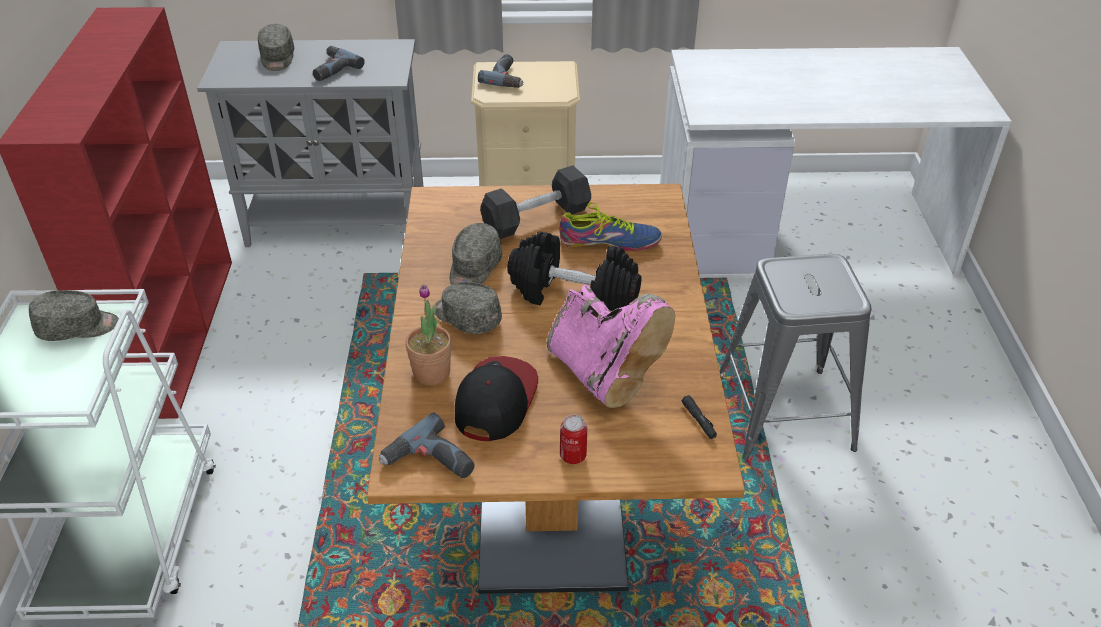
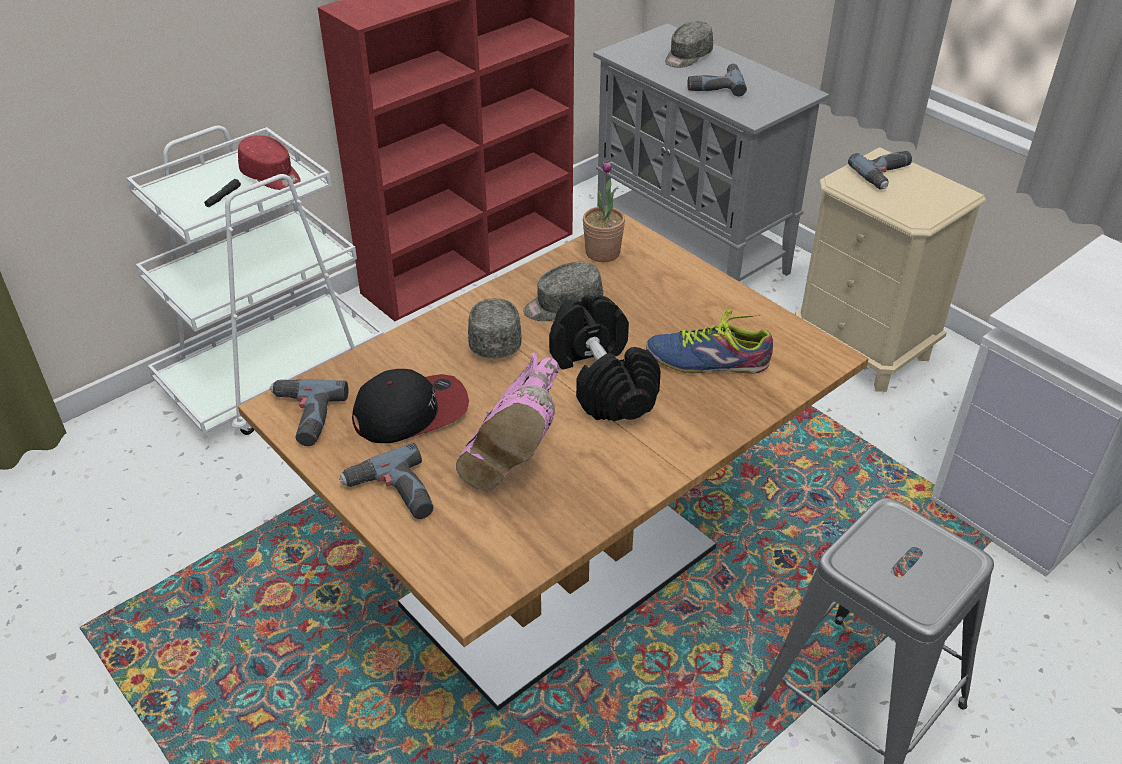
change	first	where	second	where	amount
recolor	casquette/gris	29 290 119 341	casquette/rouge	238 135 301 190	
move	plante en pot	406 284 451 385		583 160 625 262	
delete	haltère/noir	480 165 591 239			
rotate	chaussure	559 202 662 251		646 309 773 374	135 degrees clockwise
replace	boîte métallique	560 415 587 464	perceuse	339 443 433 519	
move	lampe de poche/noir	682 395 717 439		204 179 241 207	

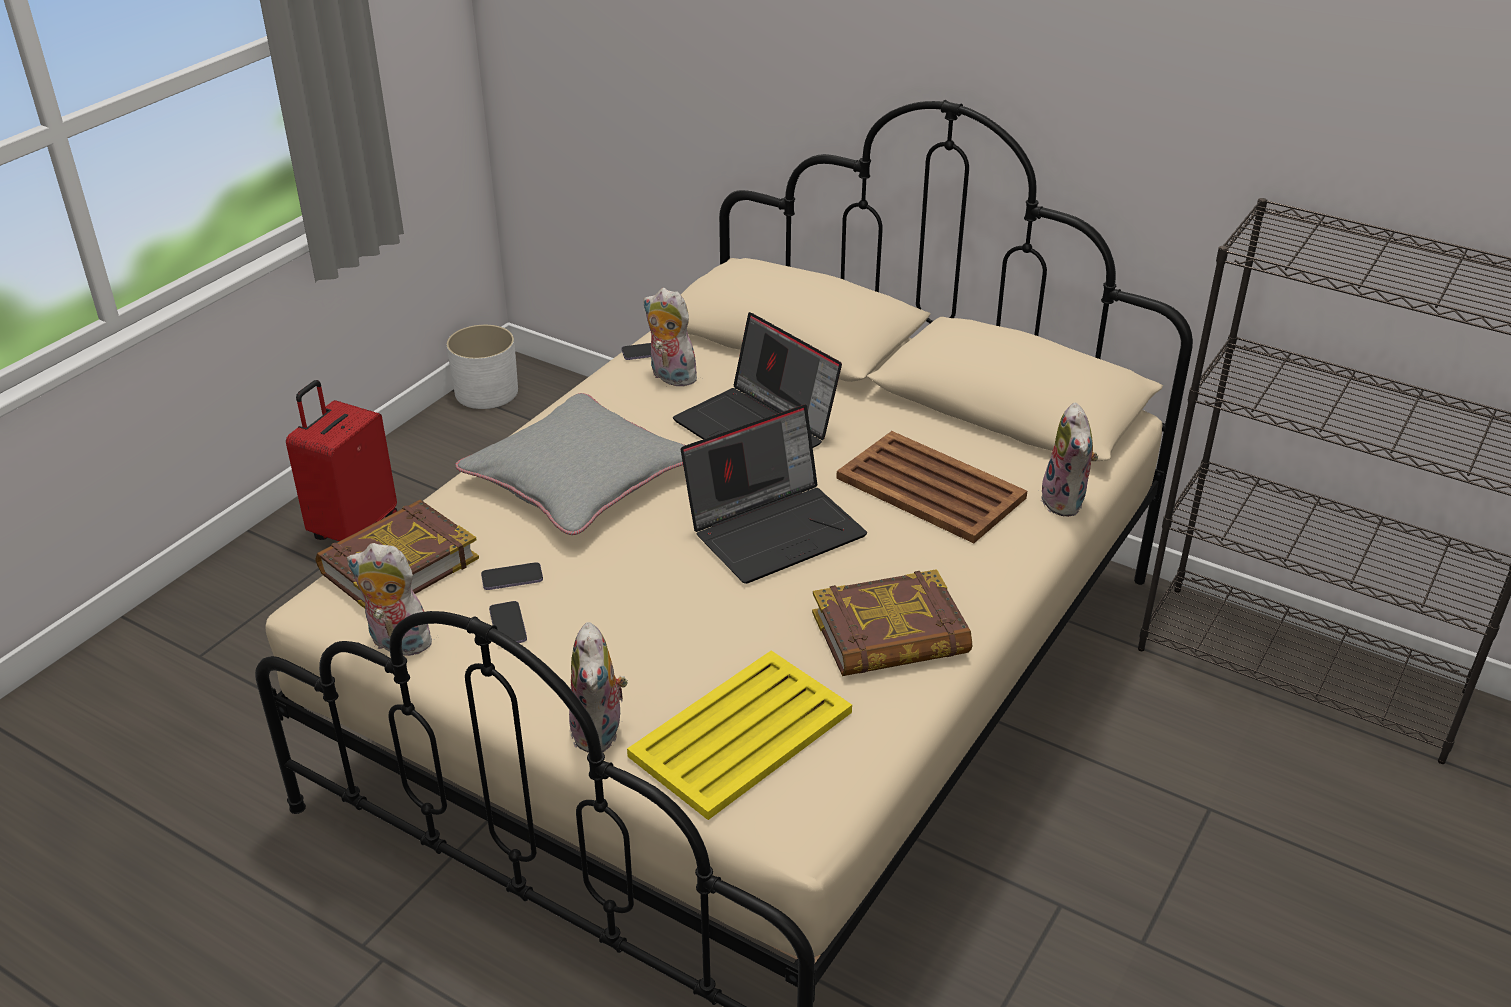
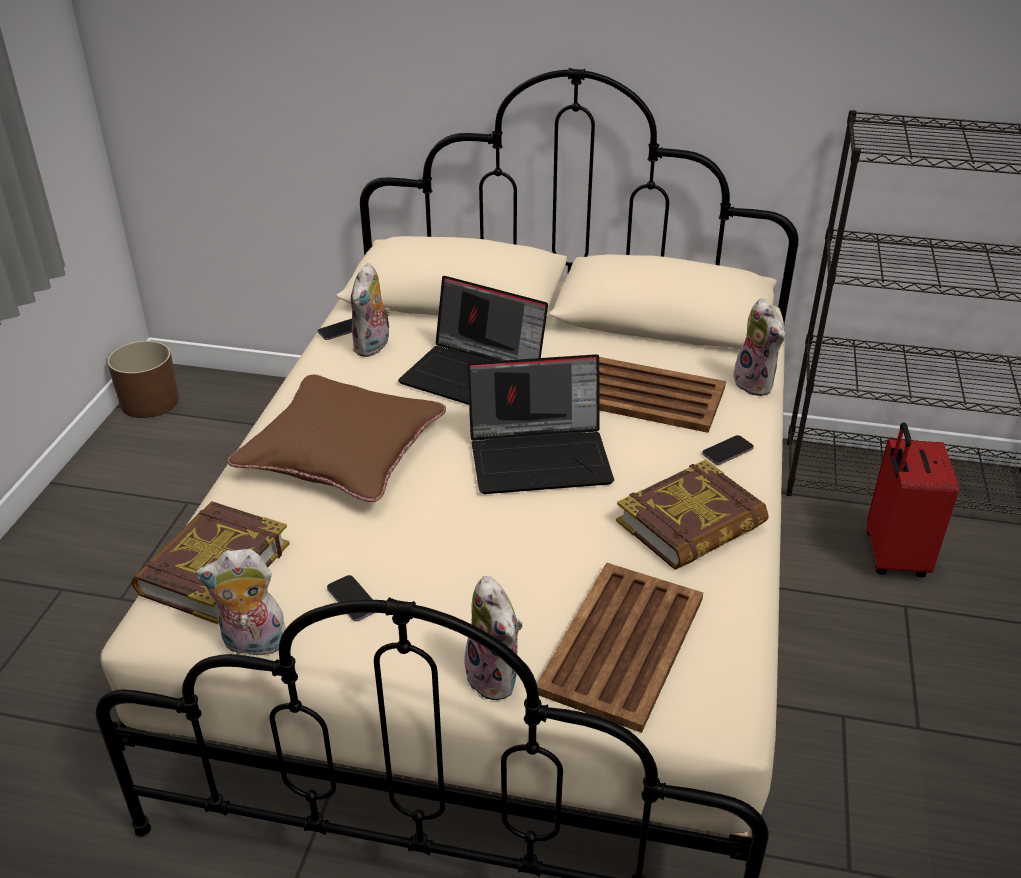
change	first	where	second	where	amount
move	valise/rouge	286 380 397 541		867 422 959 578	
recolor	cache-pot/blanc	447 325 518 409	cache-pot/marron	107 341 179 418	
recolor	coussin/gris	455 393 685 535	coussin/marron	227 374 446 502	
move	téléphone	481 562 543 590		702 435 754 465	
recolor	plateau/jaune	627 650 852 820	plateau/marron	537 562 703 733	
rotate	peluche	644 288 699 387		351 263 391 357	90 degrees counterclockwise
rotate	ordinateur portable	681 405 867 584		467 354 614 494	45 degrees clockwise

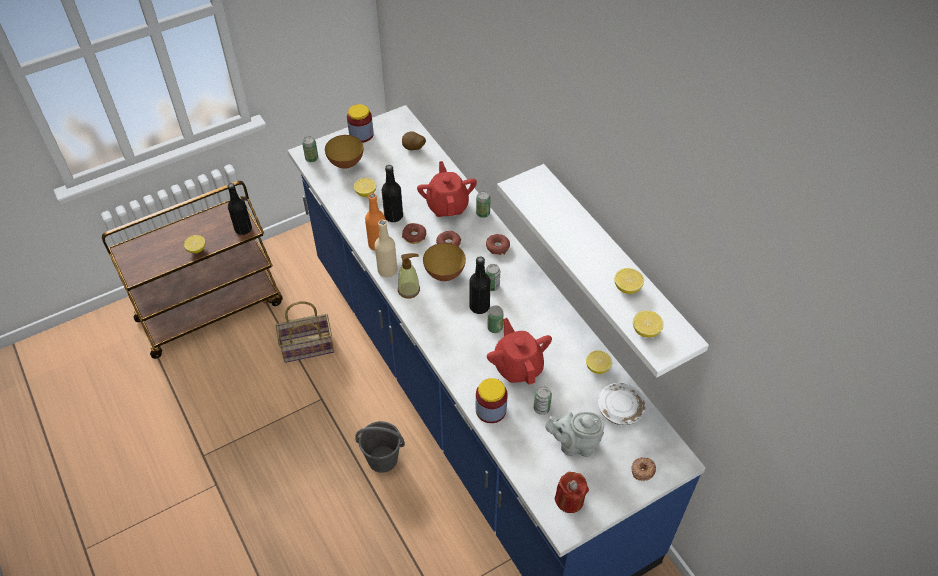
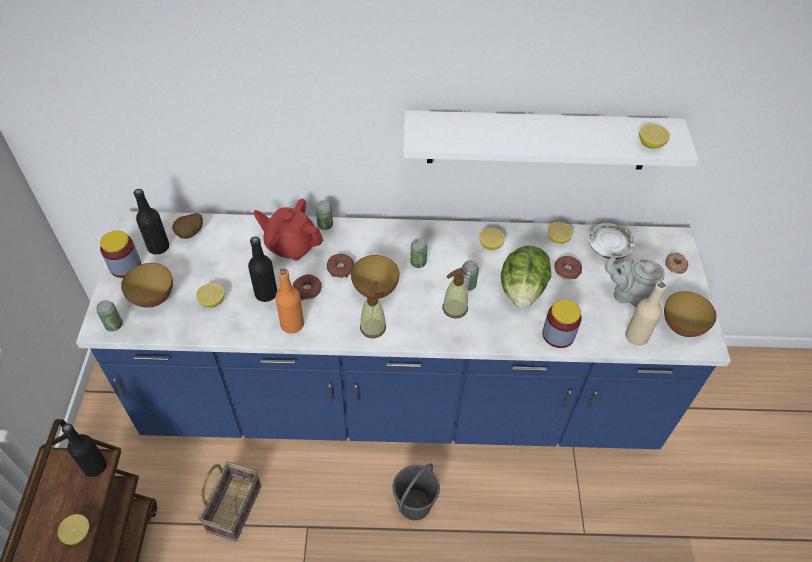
change	first	where	second	where	amount
move	bouteille/beige	375 220 397 277		625 282 666 346	
move	bouteille/noir	469 257 491 314		134 189 169 255	
move	beignet	486 234 510 255		554 256 582 279	
replace	théière/rouge	487 318 552 385	laitue	501 246 551 308	
delete	boîte métallique	534 386 552 415			
rotate	théière/gris	545 412 604 457		605 256 665 307	75 degrees clockwise
replace	bougie/rouge	554 472 589 513	bol	664 291 716 337	
move	citron	615 268 644 294		479 228 505 250	
insert			distributeur de savon	442 268 468 319	

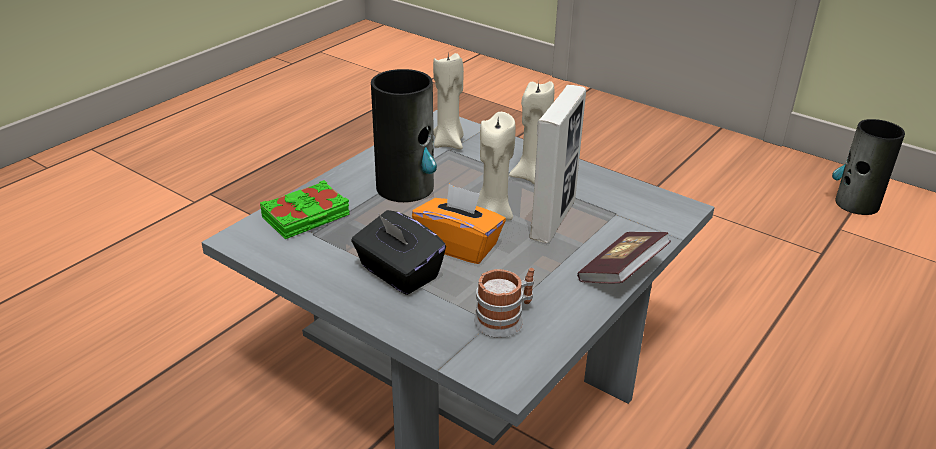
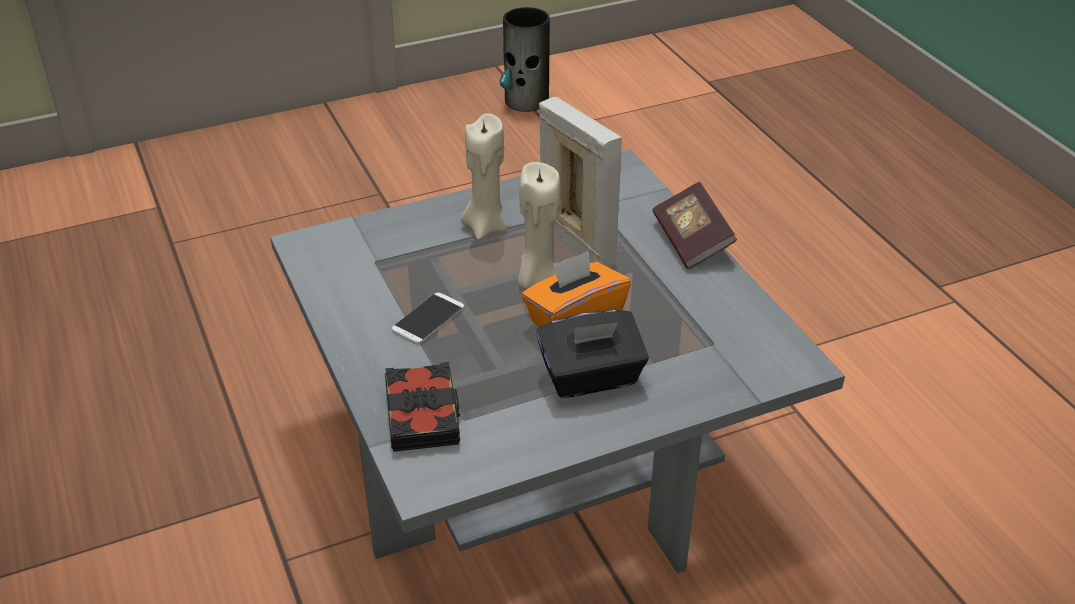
change	first	where	second	where	amount
recolor	livre/vert	260 180 350 239	livre/noir	385 362 460 452	
replace	vase	371 69 437 202	téléphone	392 292 464 344	
delete	bougie/beige	433 53 464 149			
delete	mug	474 268 534 338			

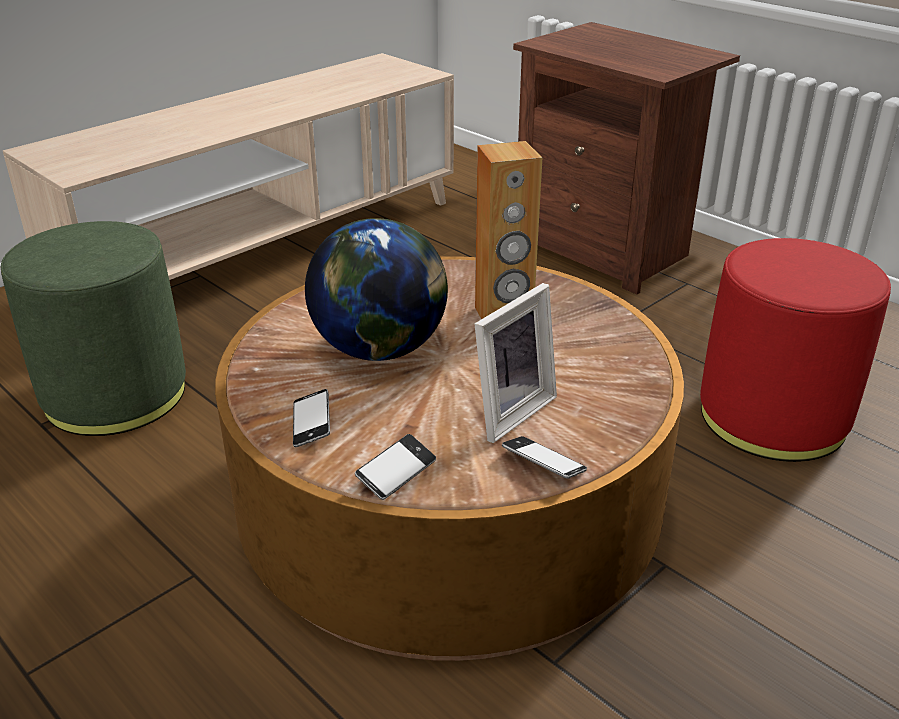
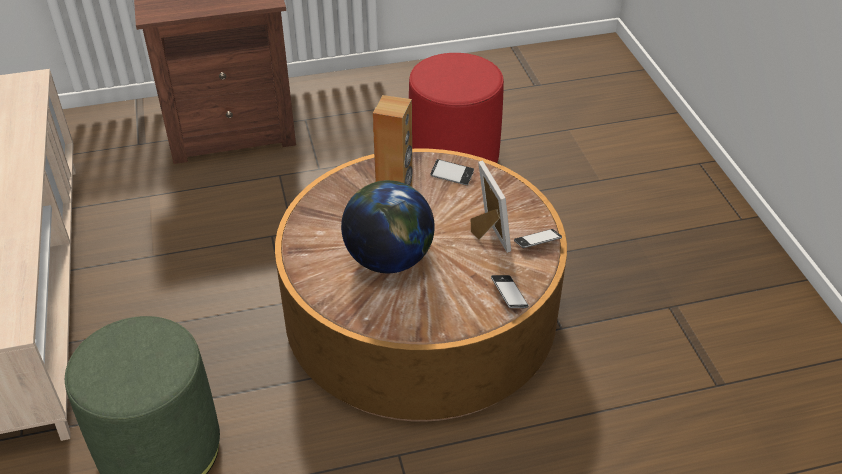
change	first	where	second	where	amount
move	téléphone	293 389 330 447		430 159 474 185	

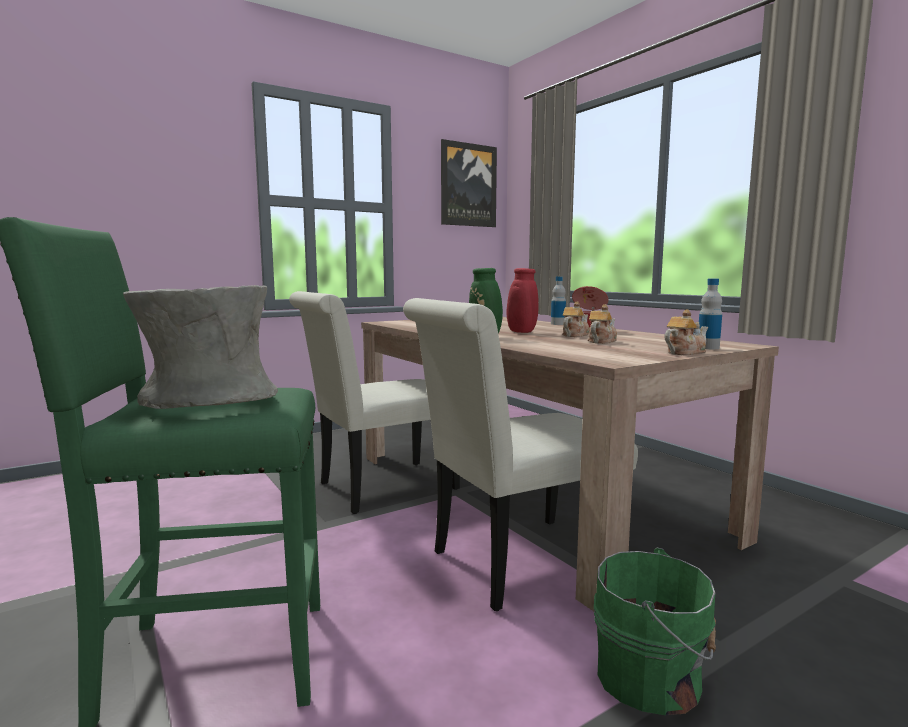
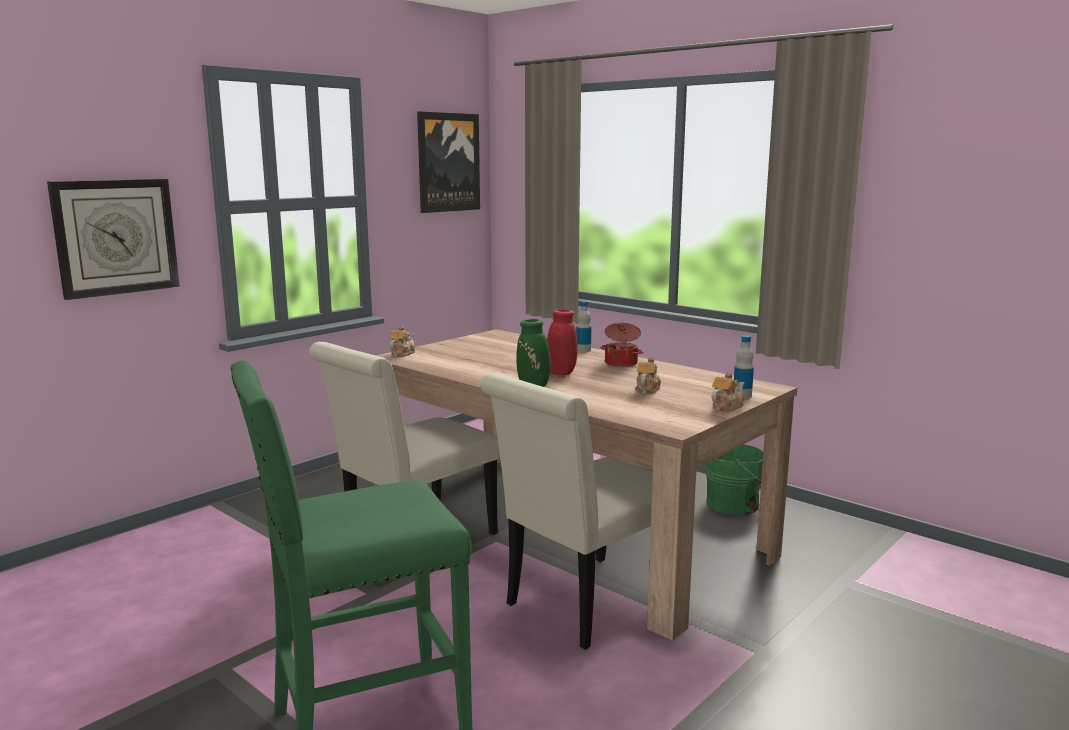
change	first	where	second	where	amount
delete	vase/gris	123 285 278 409			
move	théière	562 301 589 337		389 325 415 357	
move	seau/vert	594 548 716 715		705 444 763 515	
insert			horloge murale	47 179 180 300	

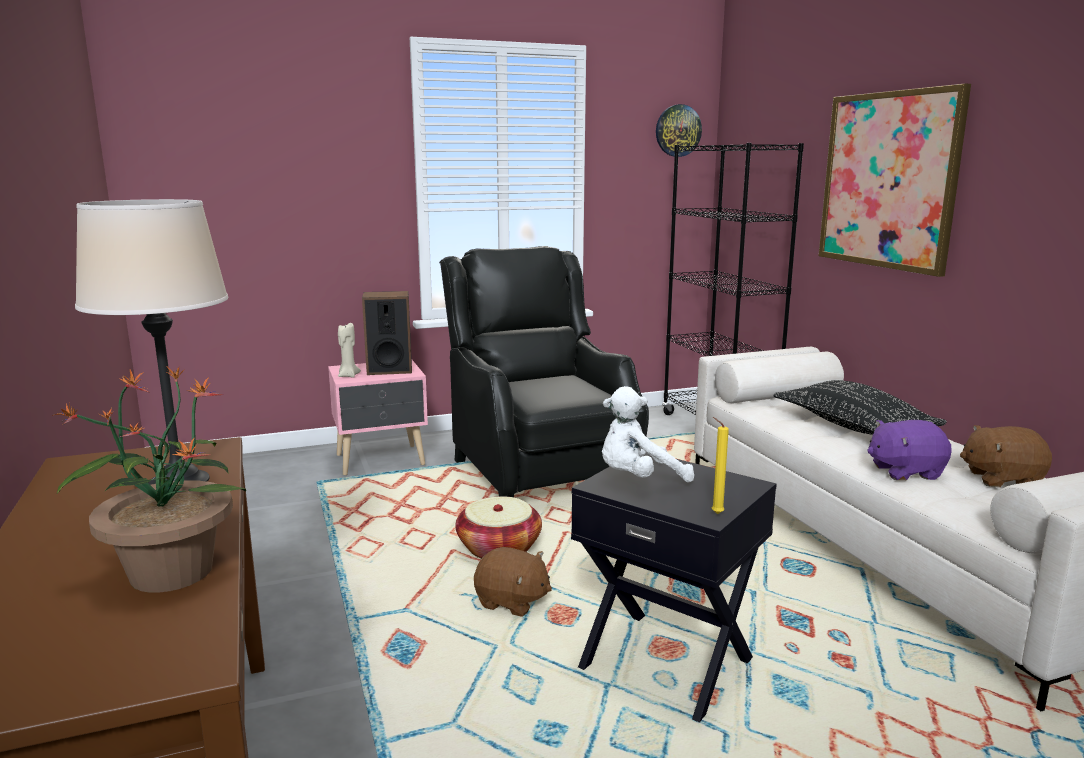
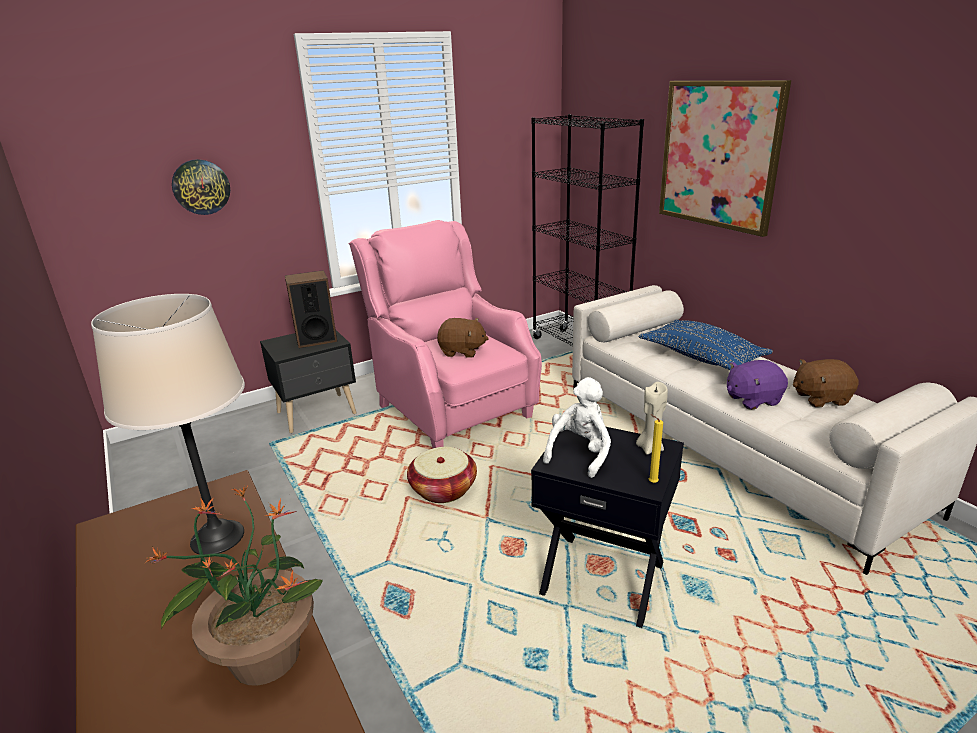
change	first	where	second	where	amount
recolor	table de chevet/rose	328 360 428 475	table de chevet/noir	260 330 356 433	
move	bougie/beige	338 323 361 378		636 382 668 455	
recolor	fauteuil/noir	439 246 649 497	fauteuil/rose	348 220 542 448	
move	peluche/marron	474 547 552 617		437 318 489 358	
rotate	peluche/blanc	602 386 694 482		543 377 611 478	150 degrees clockwise
move	horloge murale	656 104 702 157		172 159 230 215	
recolor	coussin/noir	773 380 947 435	coussin/bleu	639 320 773 370	

